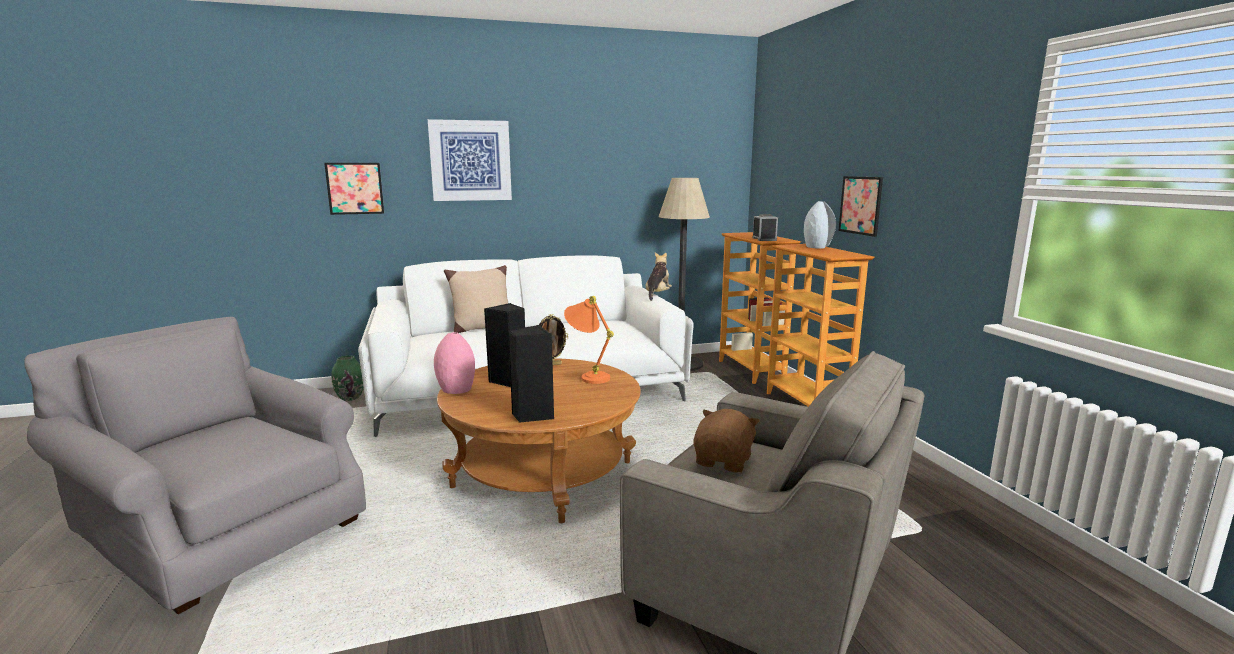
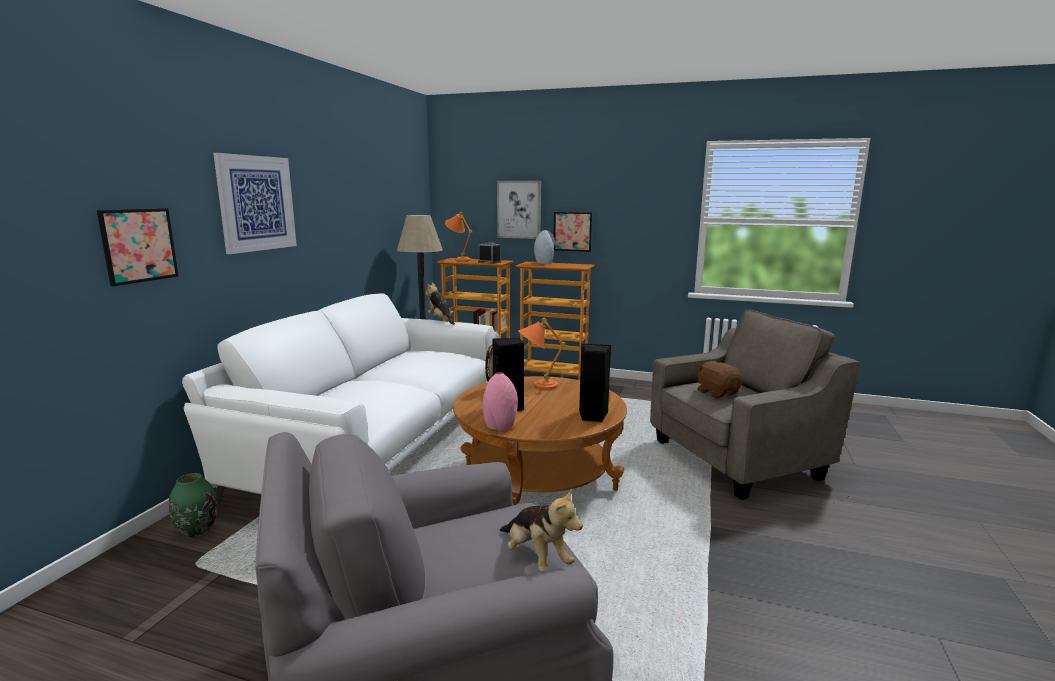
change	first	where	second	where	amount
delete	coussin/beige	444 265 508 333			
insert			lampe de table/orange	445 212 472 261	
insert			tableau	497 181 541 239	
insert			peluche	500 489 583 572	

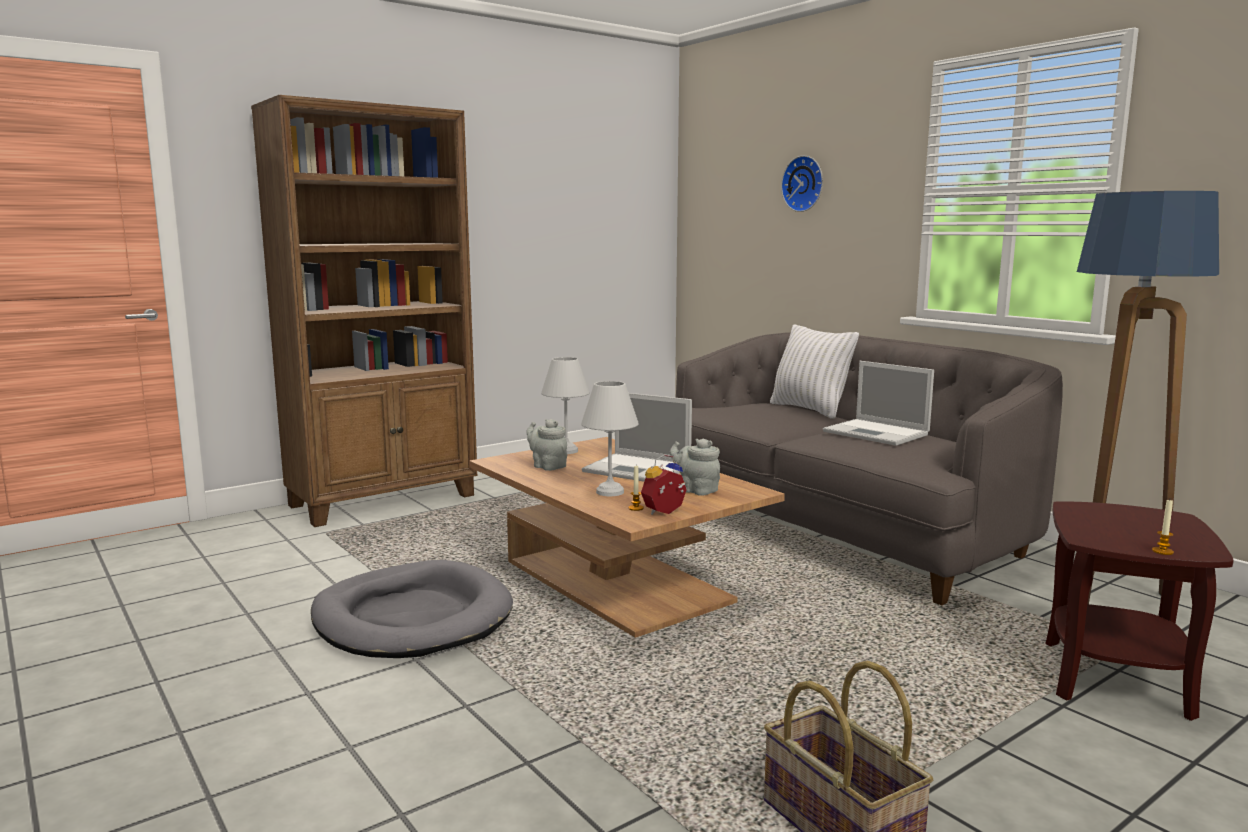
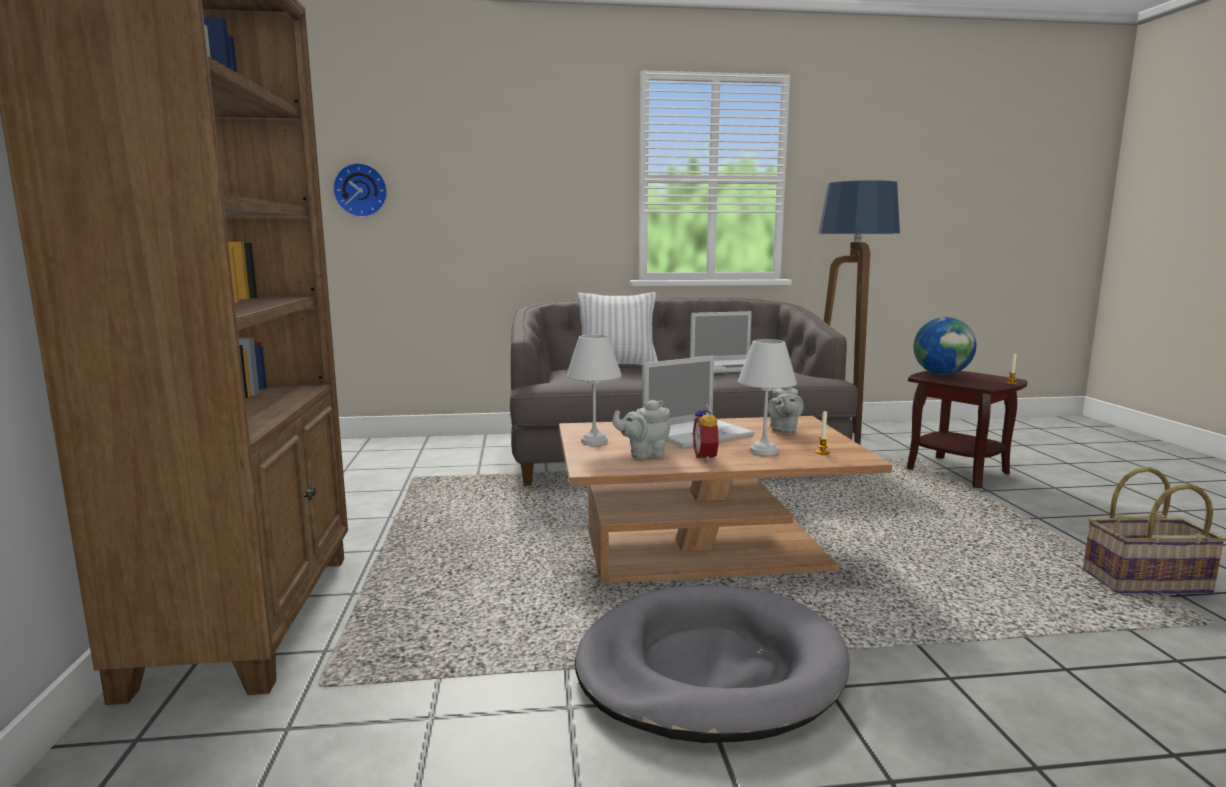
change	first	where	second	where	amount
move	réveil	641 455 687 515		693 402 724 462	
rotate	théière/gris	670 438 720 496		768 387 804 434	60 degrees counterclockwise
move	horloge murale	781 155 823 212		333 163 387 218	
insert			globe	914 317 976 375	

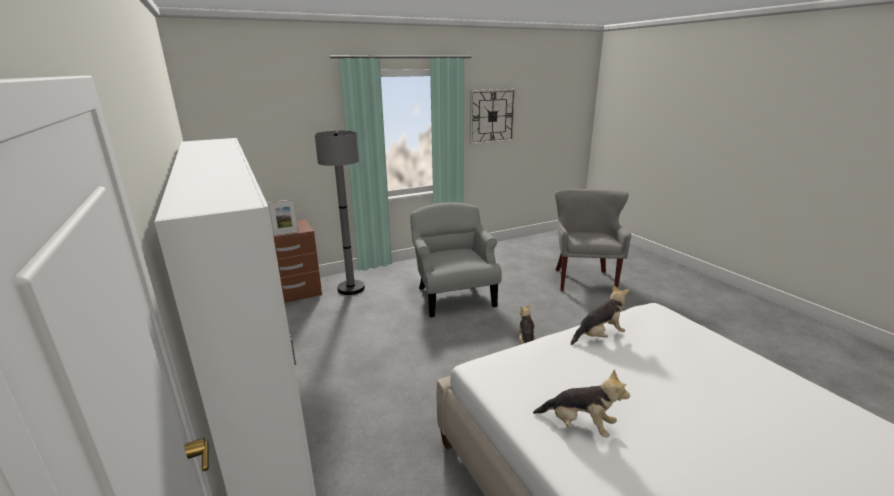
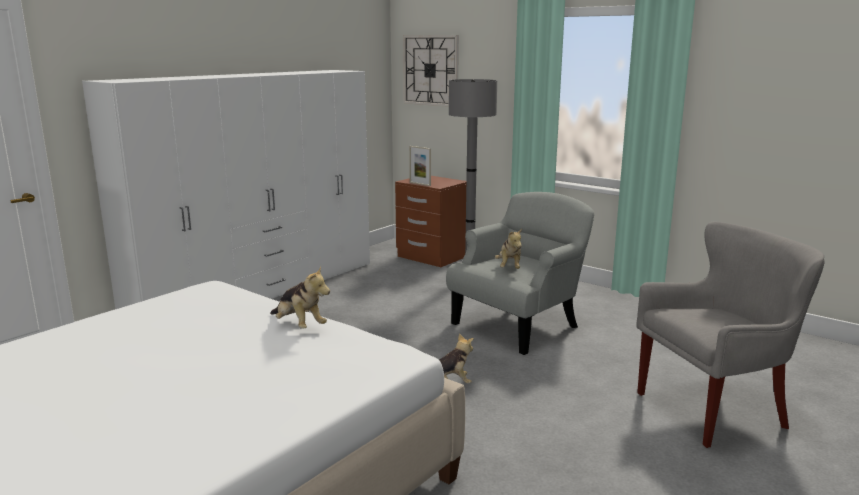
change	first	where	second	where	amount
move	horloge murale	470 89 516 145		403 35 459 107	
move	peluche	533 370 630 438		495 229 522 269	

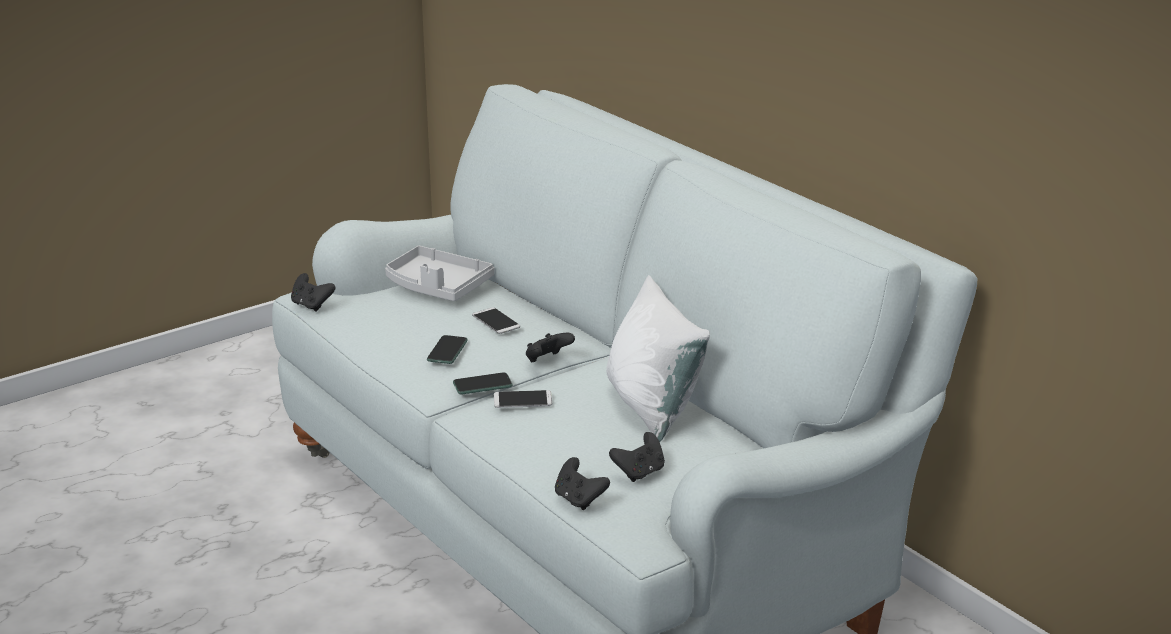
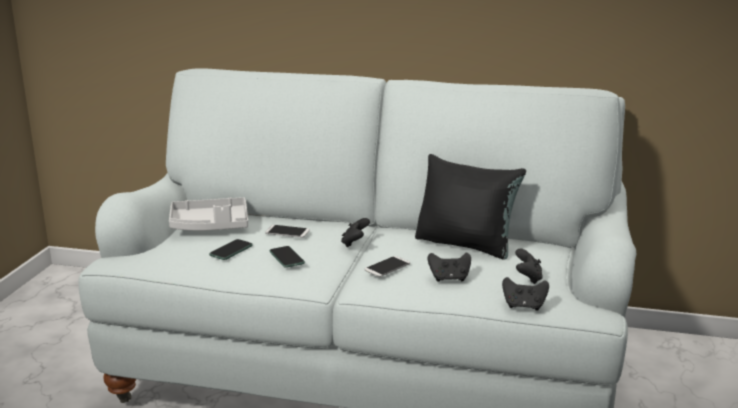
change	first	where	second	where	amount
move	manette/noir	291 273 336 312		428 253 471 282	
move	téléphone	453 372 513 394		209 239 253 260	
recolor	coussin/blanc	606 275 710 442	coussin/noir	415 154 526 260	

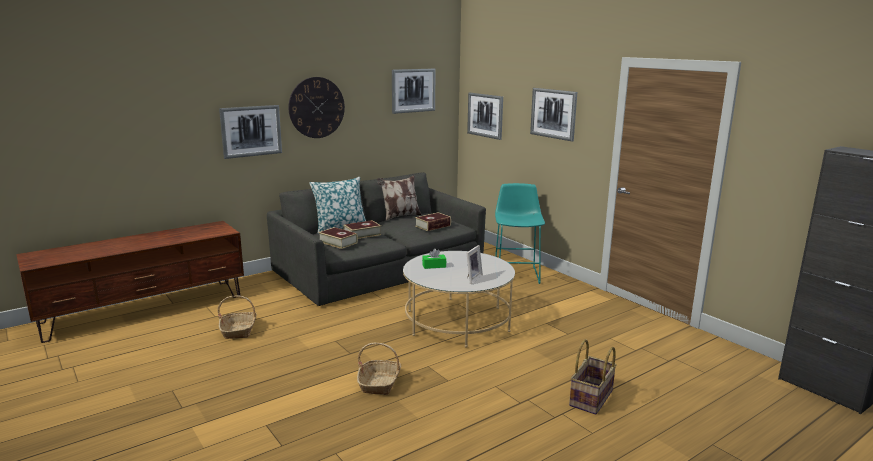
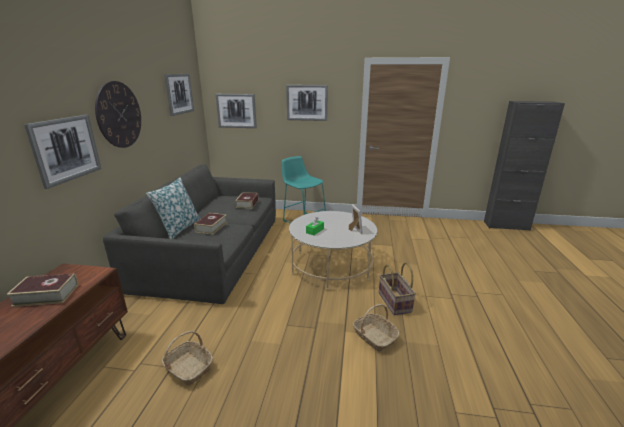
change	first	where	second	where	amount
move	livre	318 227 358 249		6 273 78 307	
delete	coussin	377 175 421 221			
move	panier	569 339 617 415		379 262 416 315	

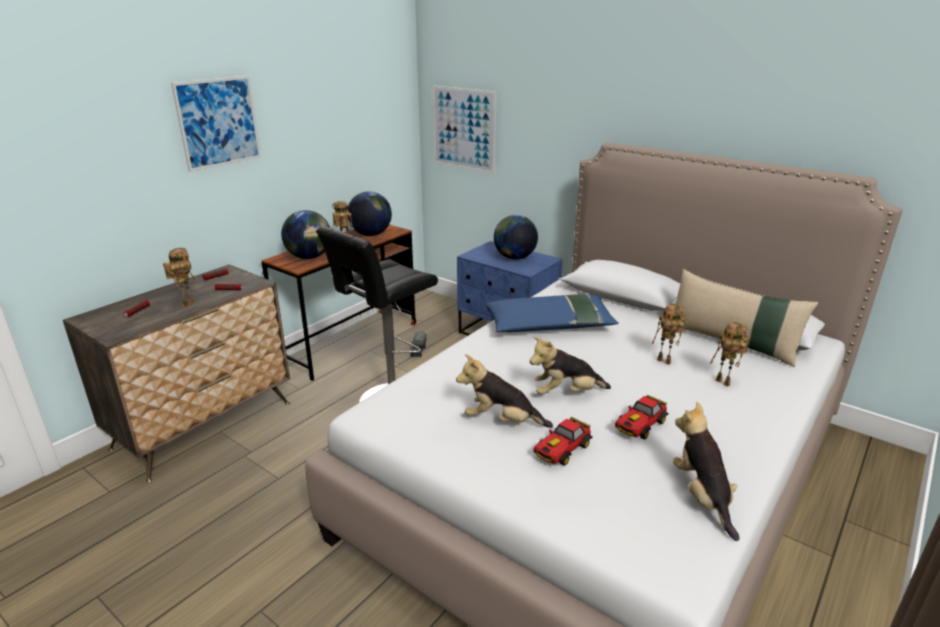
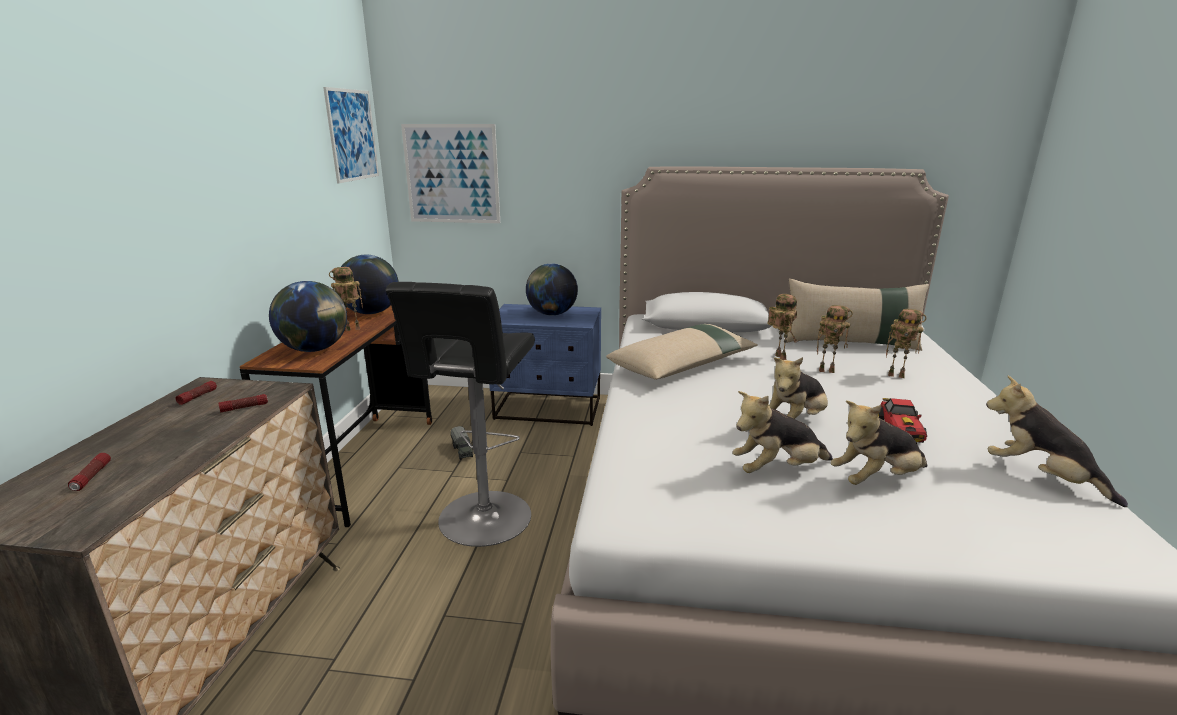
change	first	where	second	where	amount
move	robot jouet	163 248 196 308		768 294 798 360	
move	tableau	171 76 261 172		323 87 379 183	
recolor	coussin/bleu	486 294 619 332	coussin/beige	606 324 758 380	
replace	petite voiture	533 417 592 466	peluche	830 400 927 485	

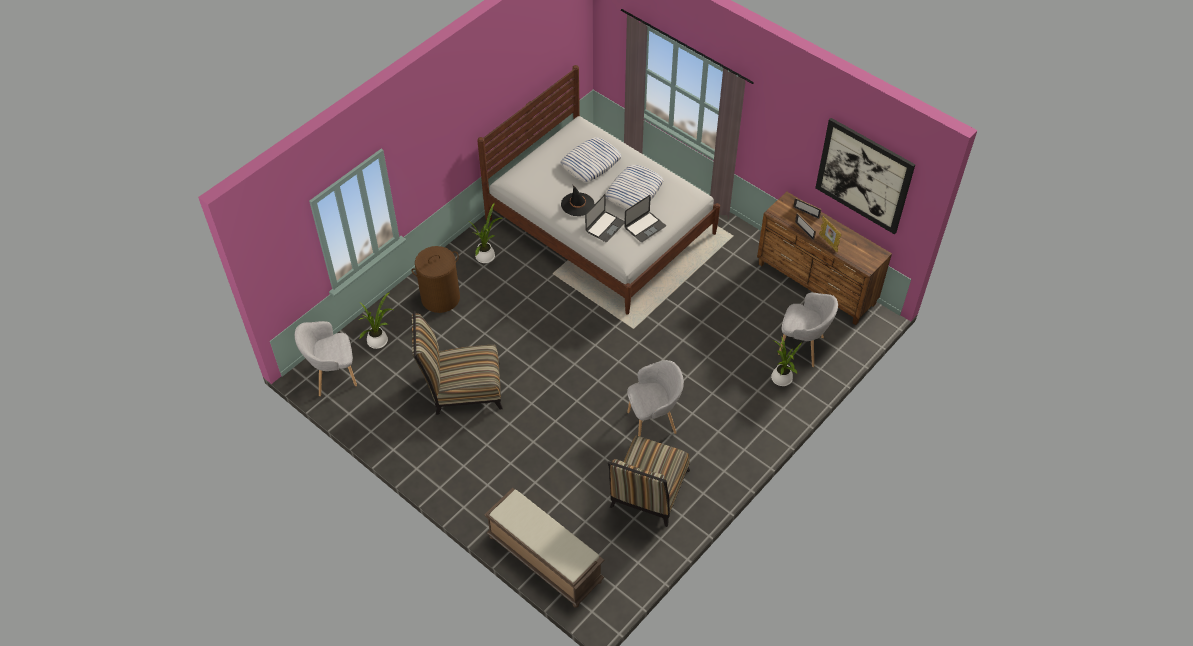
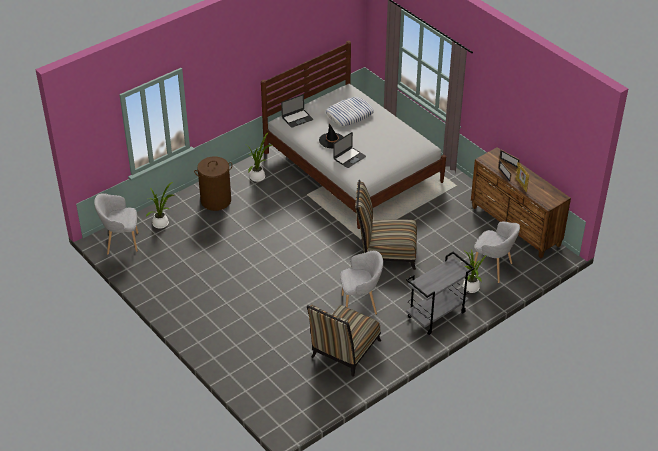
change	first	where	second	where	amount
move	chaise	412 311 503 415		355 180 417 270	
delete	banc/marron	484 488 604 608			
delete	coussin	605 165 664 210			
move	ordinateur portable	624 195 666 242		281 94 313 128	
delete	tableau	815 118 916 234			
insert			chariot/gris	406 252 475 335	

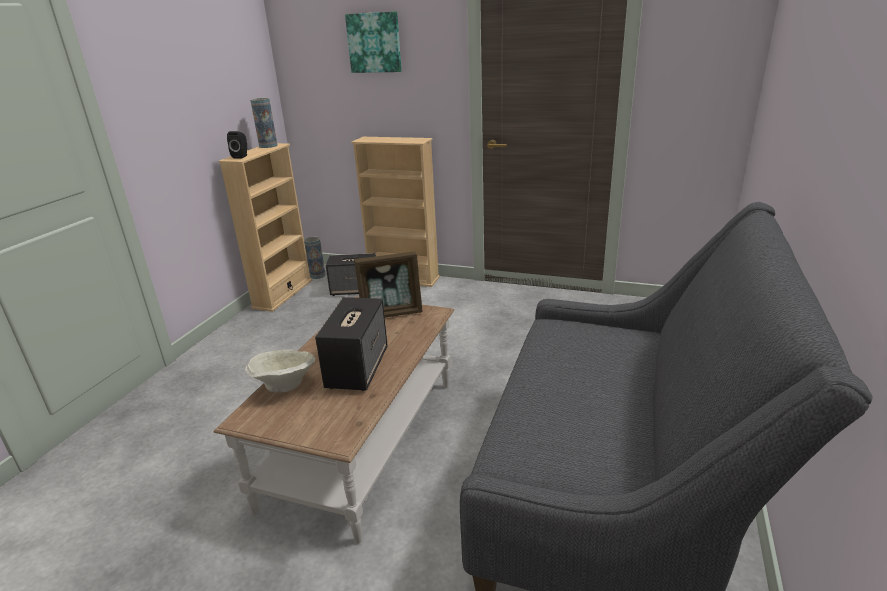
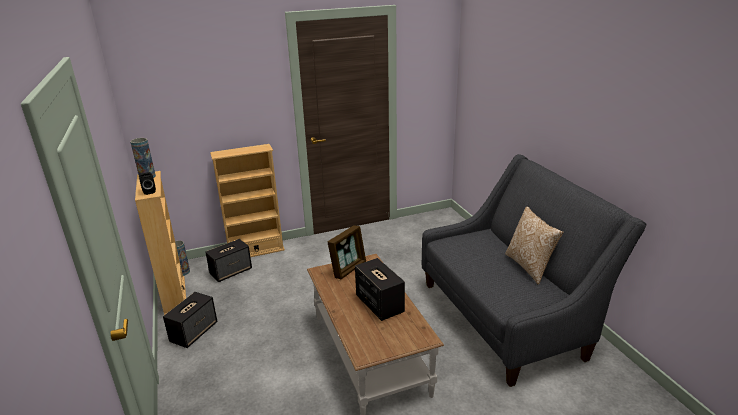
change	first	where	second	where	amount
delete	bol/beige	245 350 315 392			
delete	tableau	345 11 402 73			
insert			enceinte	163 292 217 348	
insert			coussin	505 206 564 285	

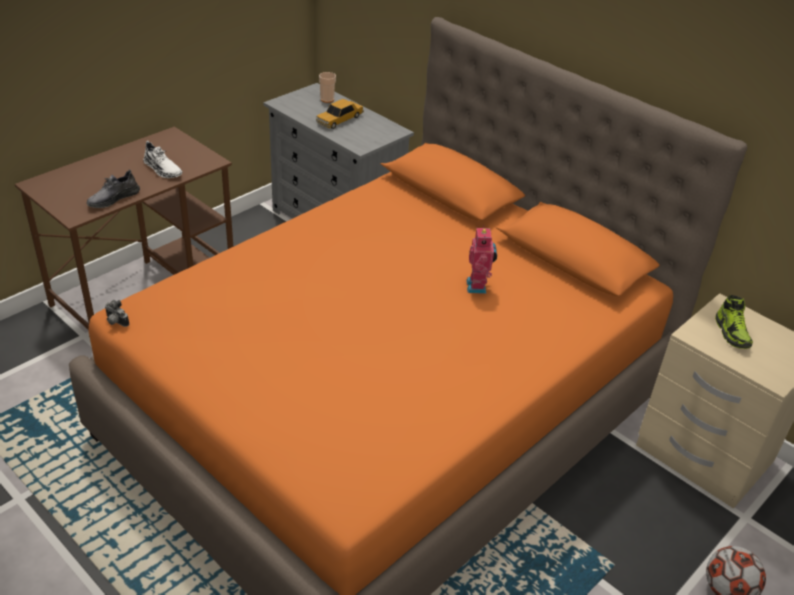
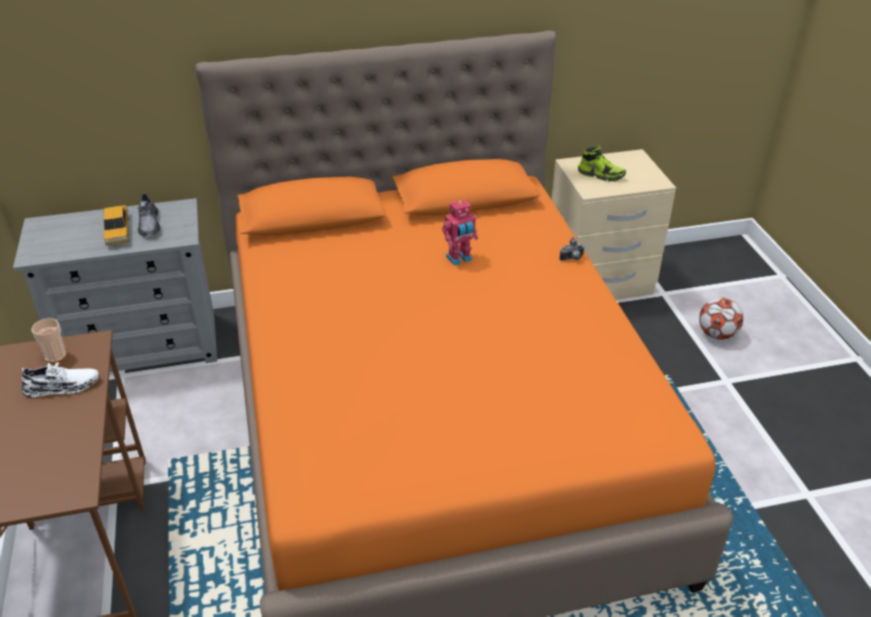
change	first	where	second	where	amount
move	chaussure/gris	87 170 140 208		137 192 160 237	
move	appareil photo	105 300 129 327		559 237 585 261	
move	tasse	319 72 336 103		31 318 67 363	
rotate	robot jouet	466 225 497 294		442 199 478 266	120 degrees clockwise

